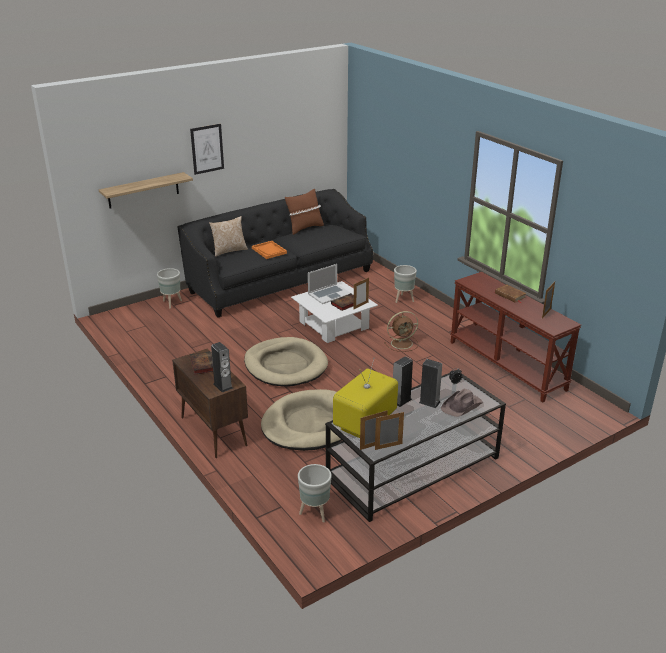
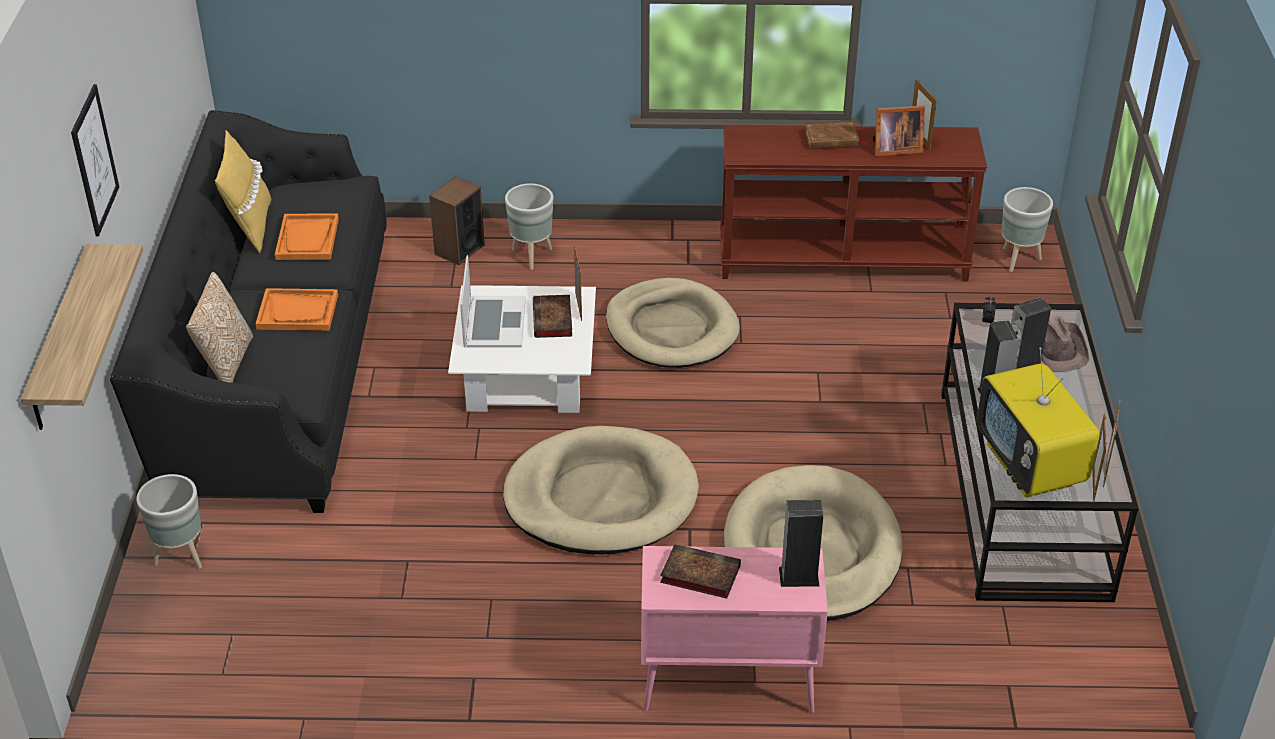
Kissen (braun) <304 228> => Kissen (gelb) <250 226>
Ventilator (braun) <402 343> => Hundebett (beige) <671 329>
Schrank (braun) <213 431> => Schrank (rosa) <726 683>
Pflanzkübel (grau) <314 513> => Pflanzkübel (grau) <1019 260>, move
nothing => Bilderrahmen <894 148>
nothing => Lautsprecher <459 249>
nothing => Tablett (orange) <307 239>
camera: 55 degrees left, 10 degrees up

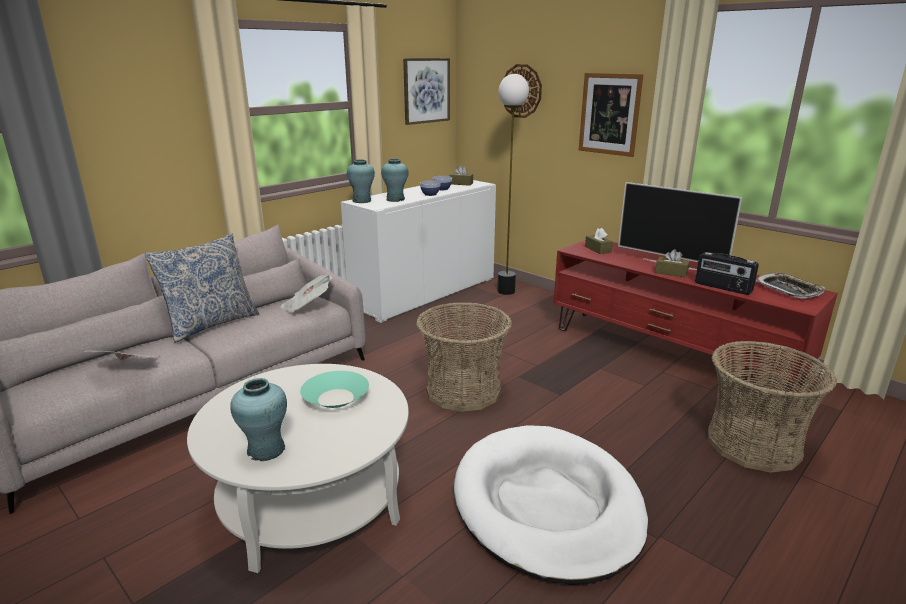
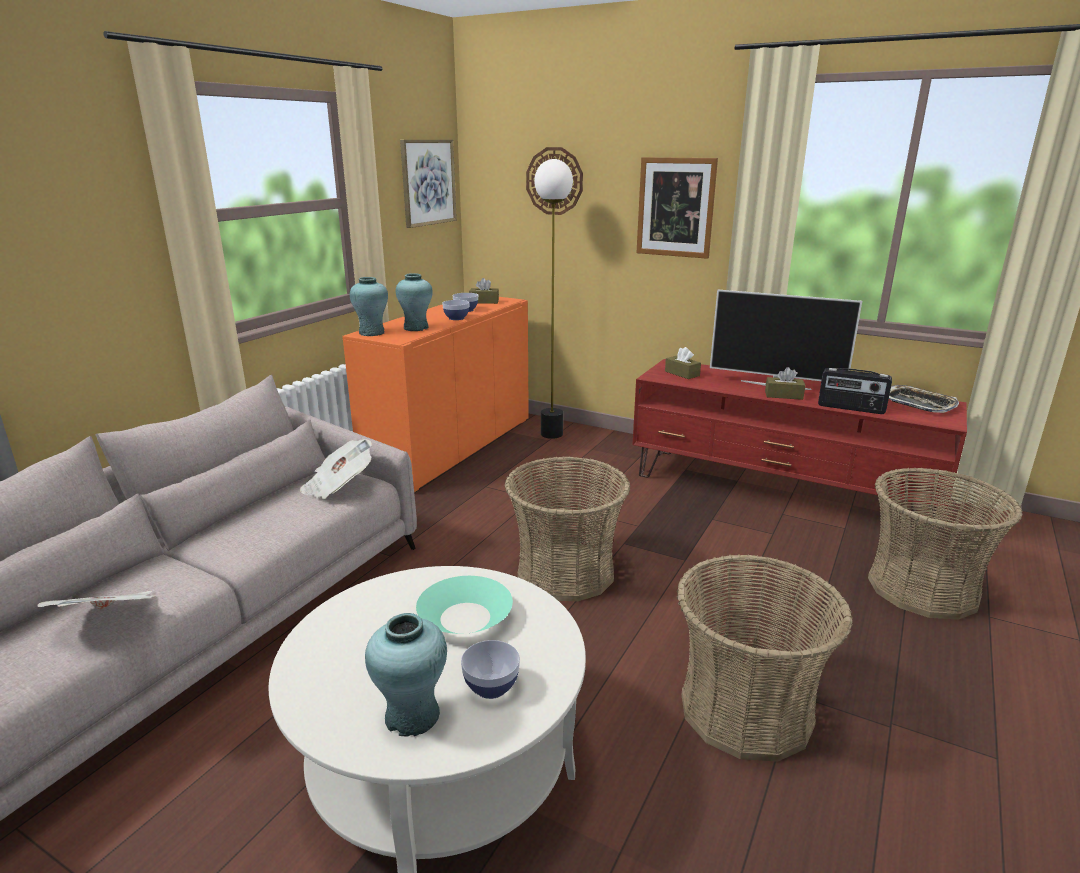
Schrank (weiß) <425 293> => Schrank (orange) <451 447>
Kissen <211 324> => nothing
Hundebett (weiß) <547 505> => Korb <746 710>
nothing => Schüssel <491 687>
camera: 15 degrees left, 0 degrees up

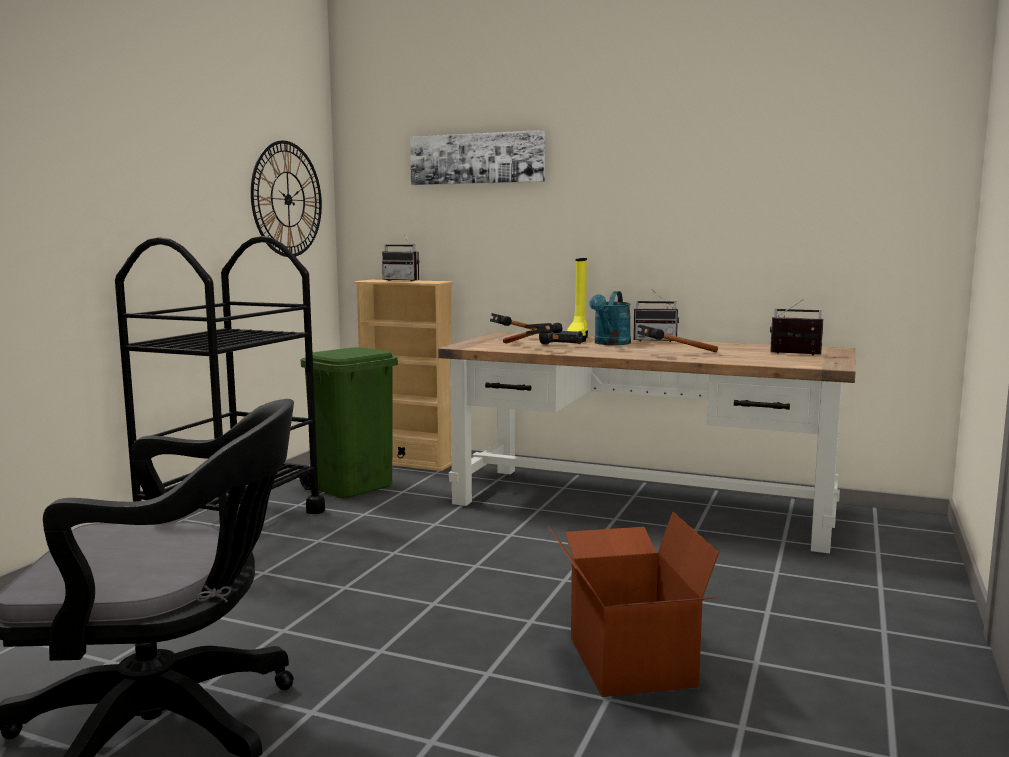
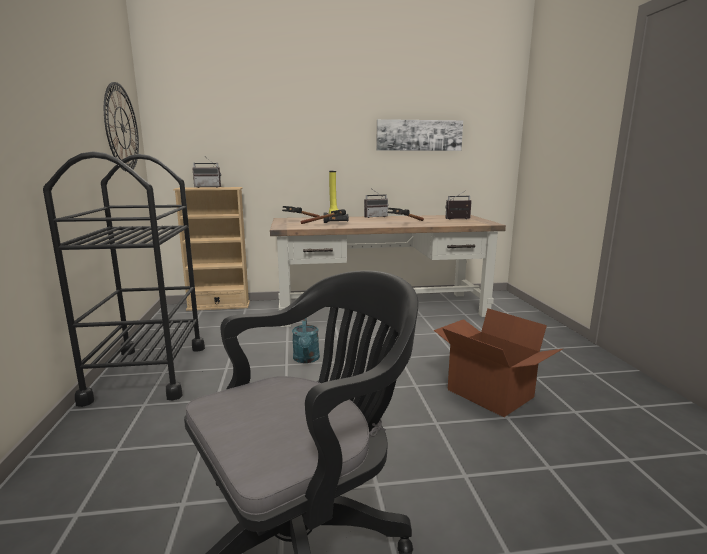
Bild <477 159> => Bild <419 135>, move
Gießkanne (türkis) <610 343> => Gießkanne (türkis) <306 359>, move
Mülleimer (grün) <353 486> => nothing
camera: 30 degrees left, 5 degrees up

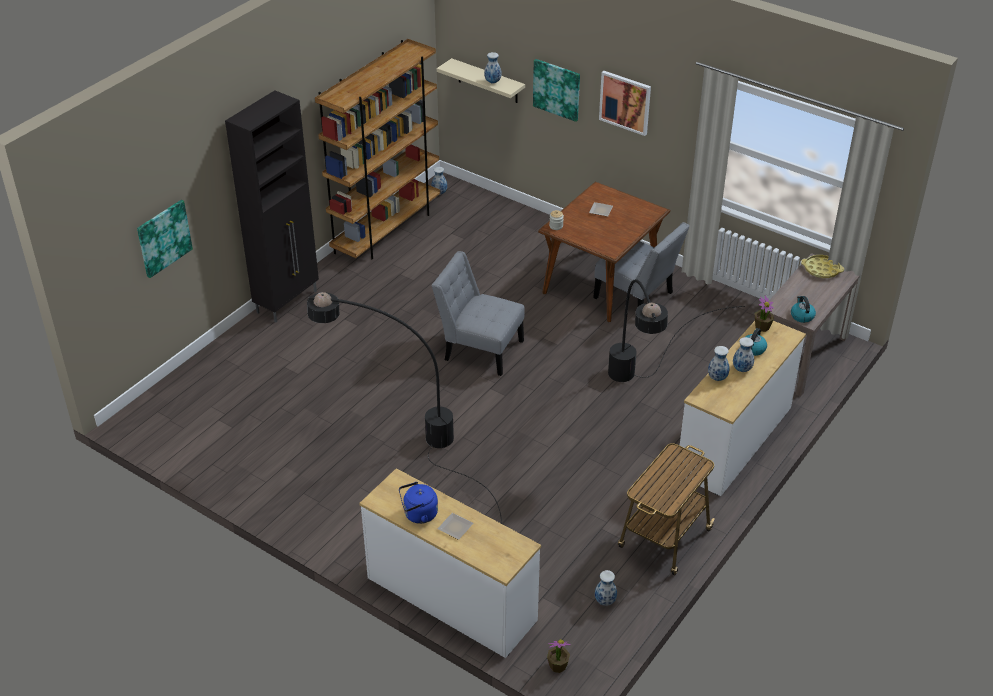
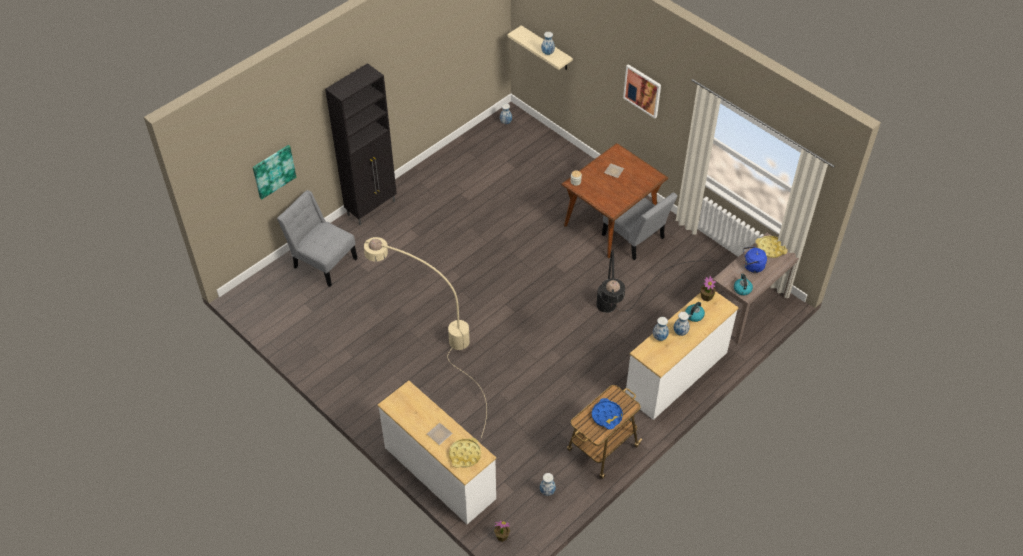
Bücherregal (braun) <386 230> => nothing
Bild <557 89> => nothing
Stuhl (grau) <479 349> => Stuhl (grau) <322 261>, move
Stehlampe (schwarz) <404 448> => Stehlampe (beige) <432 346>
Wasserkessel (blau) <418 515> => Wasserkessel (blau) <752 266>, move
nothing => Tablett (blau) <607 416>
nothing => Tablett (gelb) <465 455>
camera: 10 degrees right, 10 degrees up

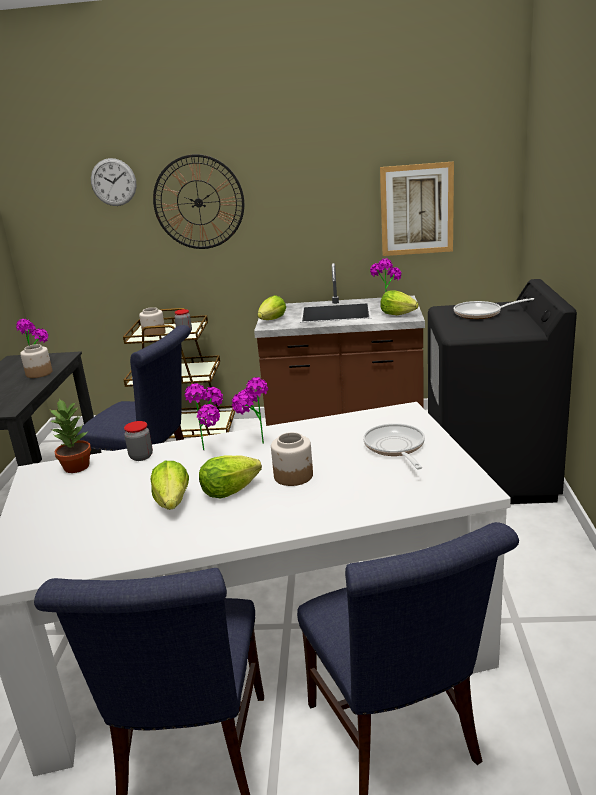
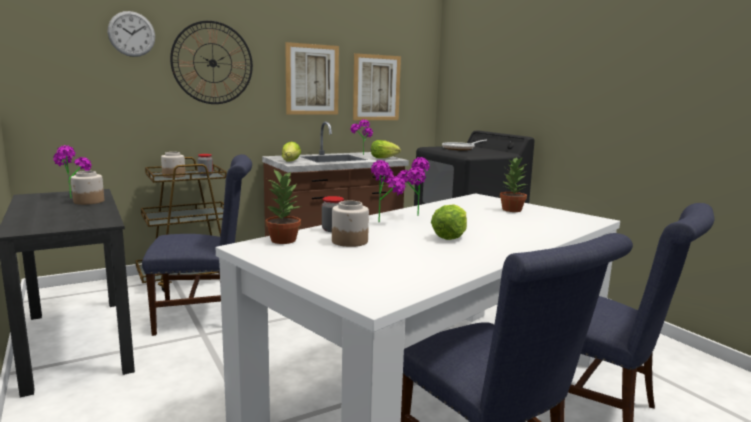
Pfanne <395 448> => Topfpflanze <511 210>
Vorratsglas <294 476> => Vorratsglas <350 241>, move
Salatkopf <173 502> => nothing
nothing => Bild <312 79>
camera: 35 degrees left, 10 degrees down

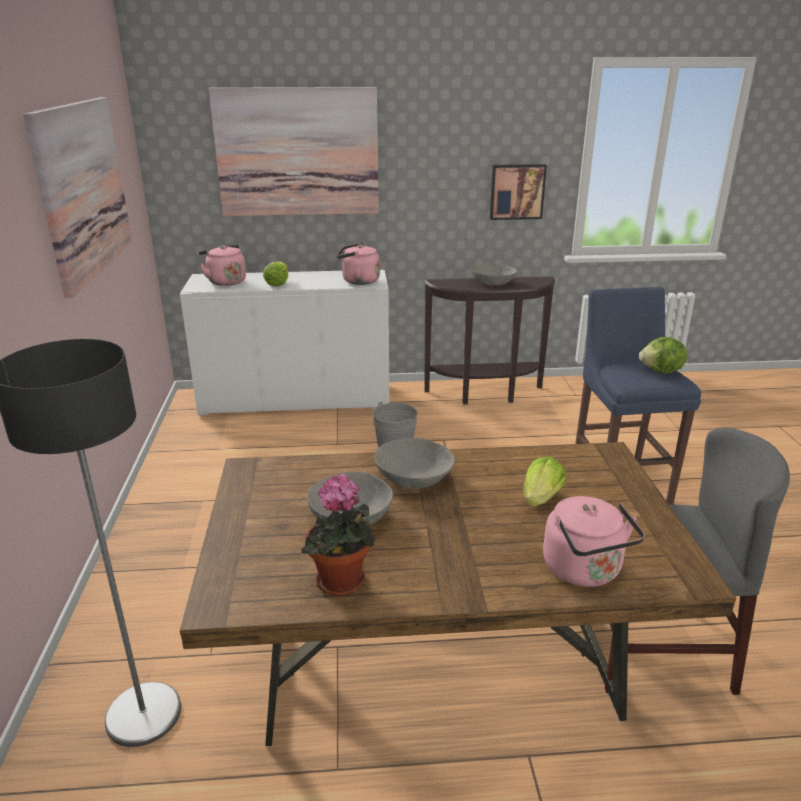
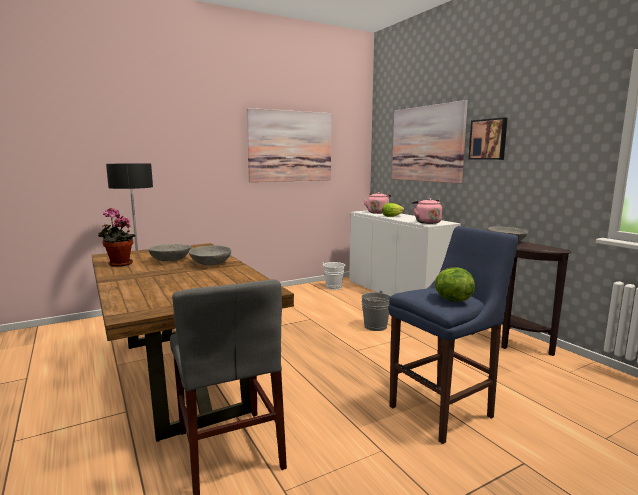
Bild <516 191> => Bild <488 139>, move
Salatkopf <541 498> => nothing
Wasserkessel (rosa) <585 571> => nothing
nothing => Eimer (weiß) <334 286>
camera: 65 degrees right, 15 degrees down

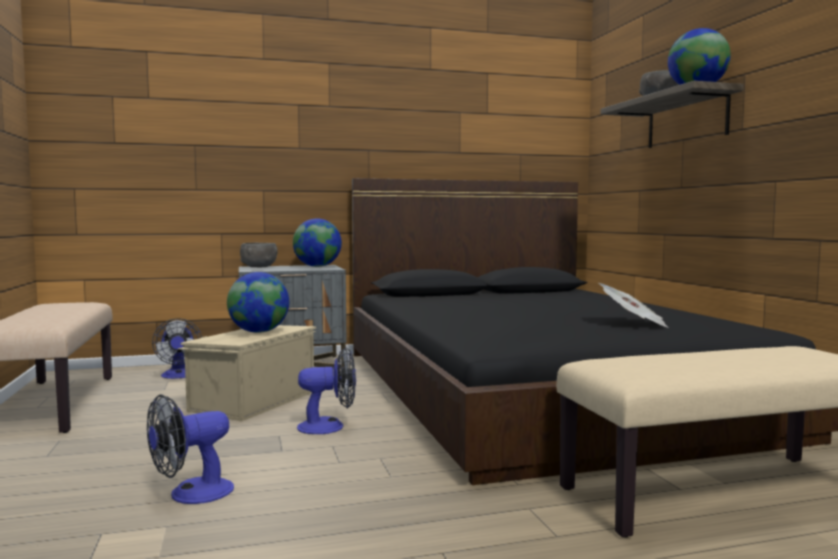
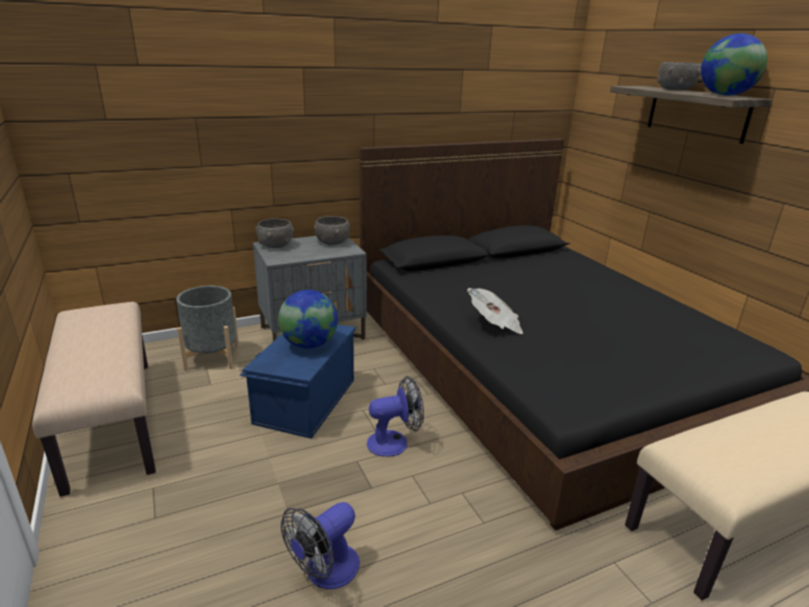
Globus <317 266> => Schüssel (grau) <332 242>
Zeitung <634 324> => Zeitung <494 324>, move
Ventilator <179 376> => Pflanzkübel (grau) <212 357>
Aufbewahrungsbox (beige) <251 401> => Aufbewahrungsbox (blau) <304 401>
camera: 10 degrees left, 20 degrees up

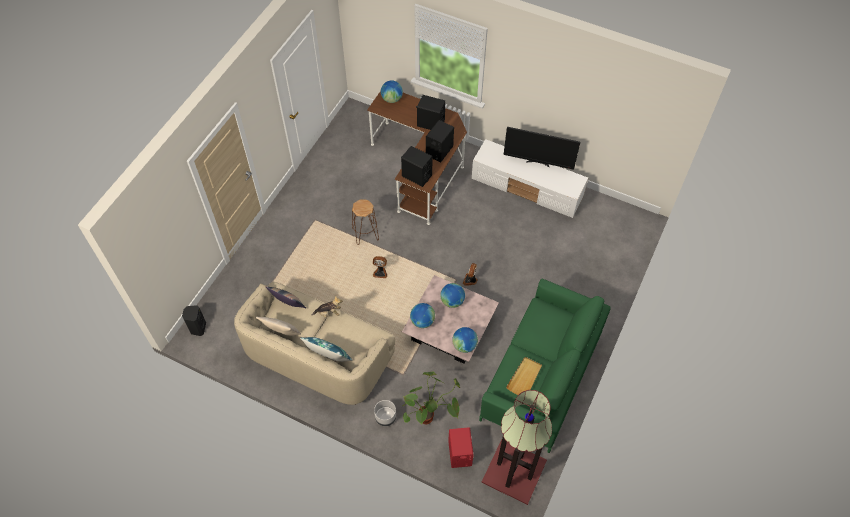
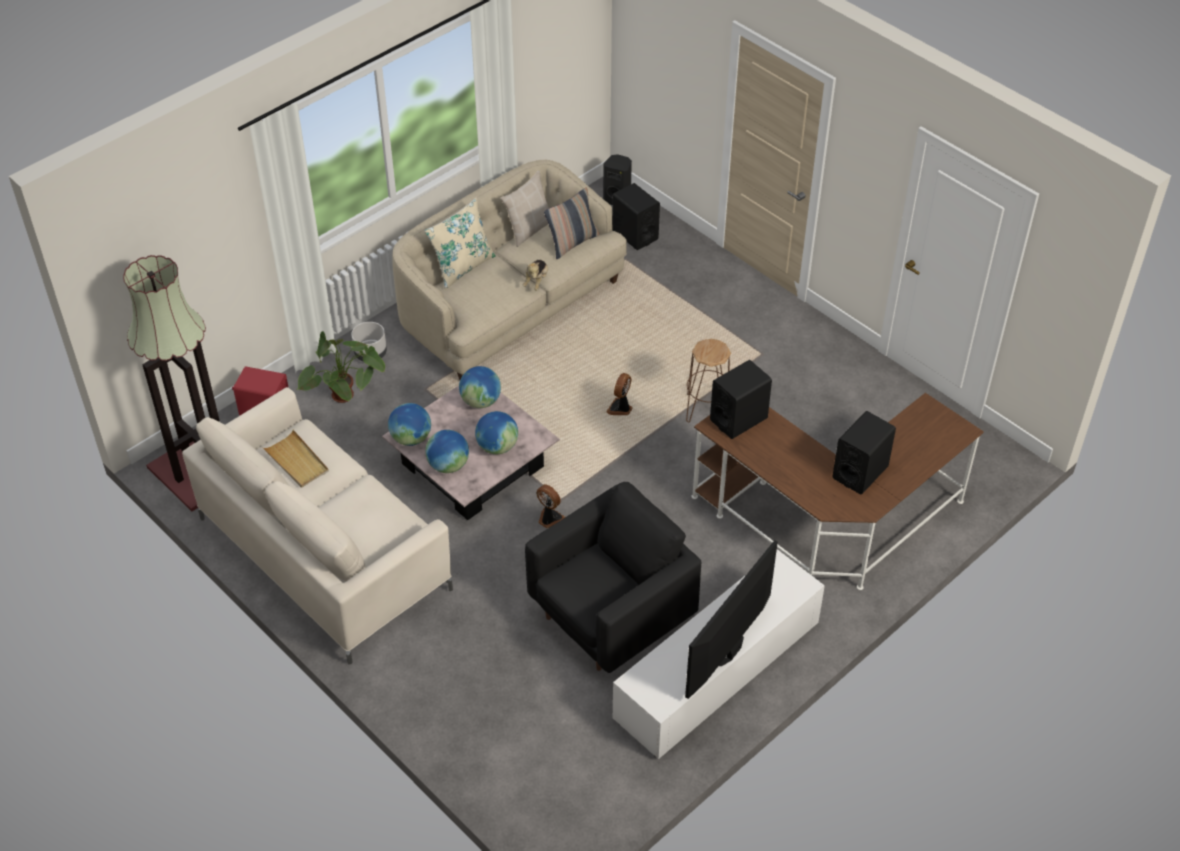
Globus <392 99> => Globus <448 465>, move
Lautsprecher (schwarz) <439 151> => Lautsprecher (schwarz) <634 235>, move
Sofa (grün) <541 376> => Sofa (beige) <324 553>
Kissen (blau) <328 358> => Kissen (beige) <462 267>
nothing => Sessel (schwarz) <611 618>
camera: 110 degrees right, 10 degrees down

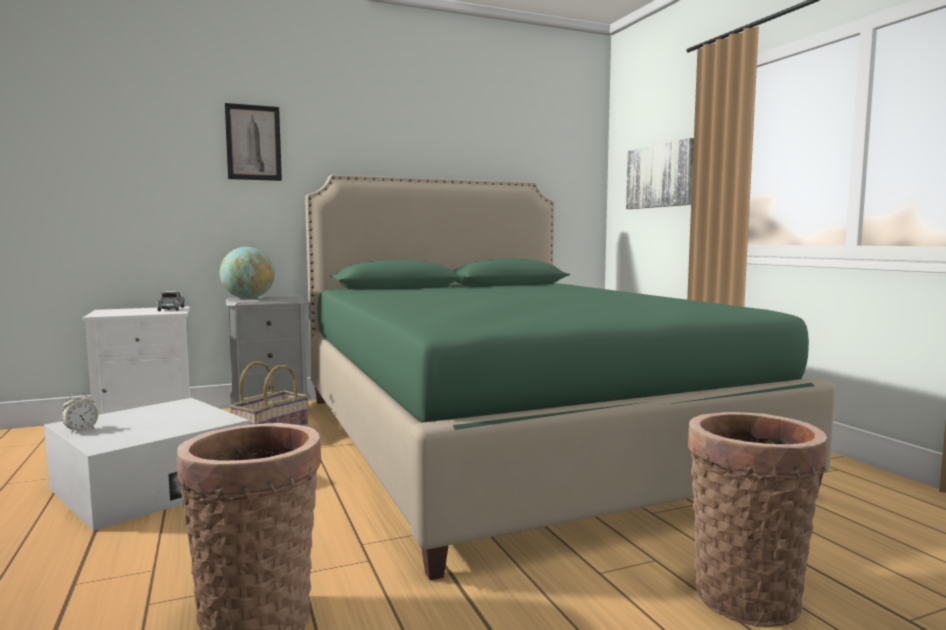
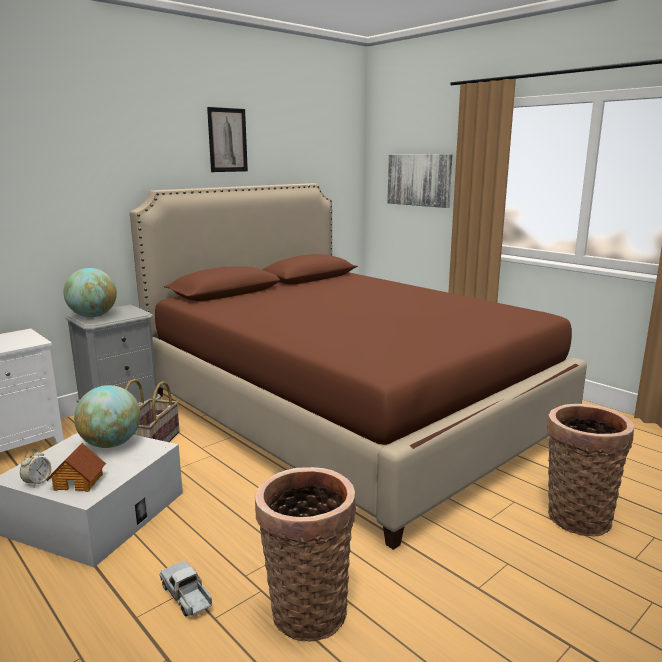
Bild <253 142> => Bild <227 140>, move
Bett (grün) <509 439> => Bett (braun) <346 413>
Spielzeuglaster <170 309> => Spielzeuglaster <187 596>, move
nothing => Globus <111 444>
nothing => Spielzeughaus <79 481>
camera: 20 degrees left, 10 degrees up

